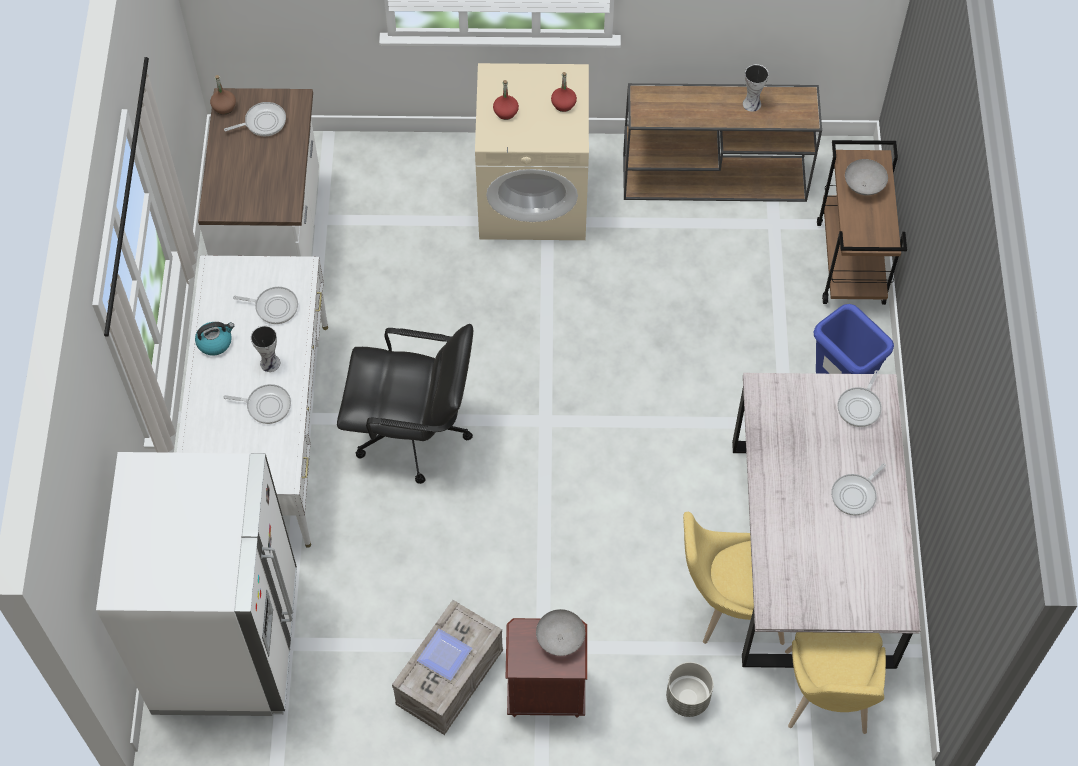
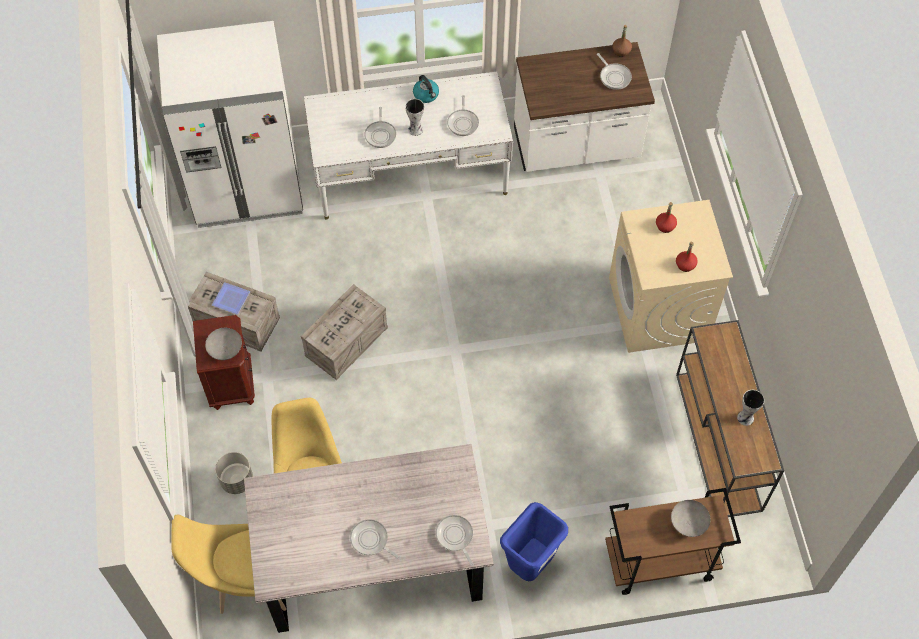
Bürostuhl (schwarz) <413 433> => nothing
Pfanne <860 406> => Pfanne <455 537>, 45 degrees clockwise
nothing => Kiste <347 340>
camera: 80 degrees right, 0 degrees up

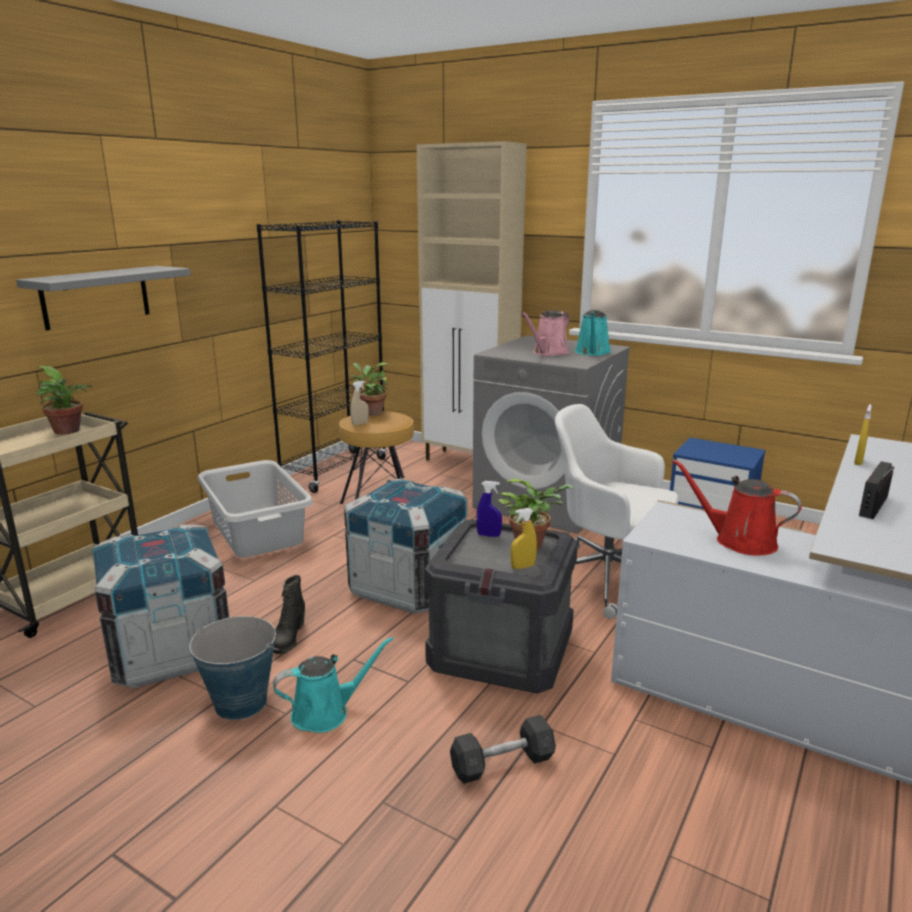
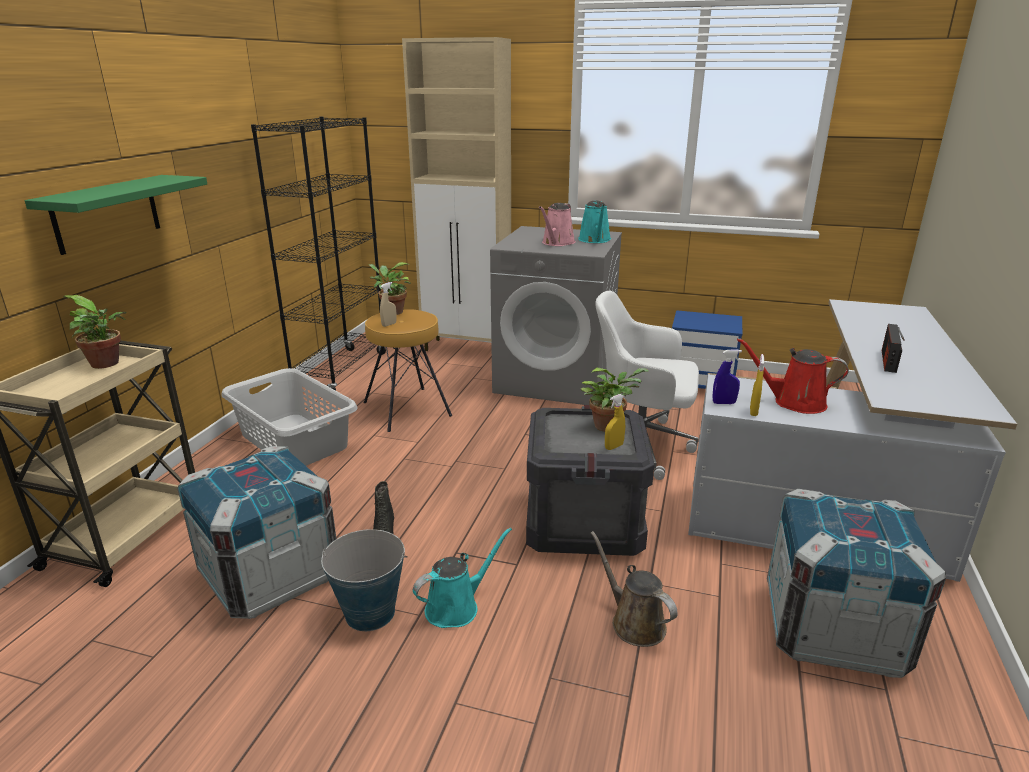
Wandregal (grau) <96 297> => Wandregal (grün) <107 213>
Sprühflasche (gelb) <858 462> => Sprühflasche (gelb) <753 411>, move
Kiste <408 587> => Kiste <833 629>, move
Sprühflasche (blau) <488 535> => Sprühflasche (blau) <724 403>, move
Hantel (grau) <502 763> => Gießkanne (braun) <634 622>
camera: 15 degrees left, 5 degrees up

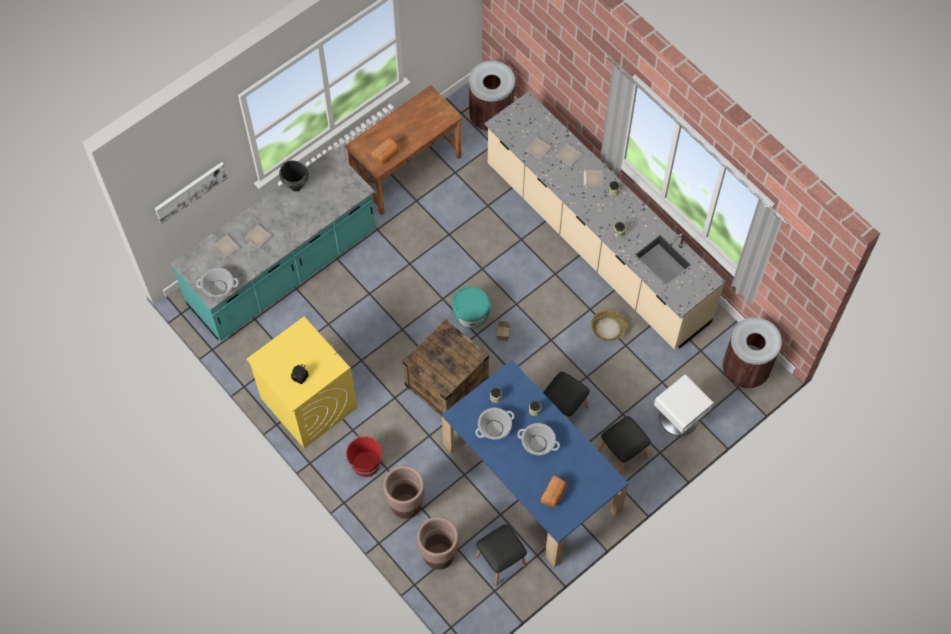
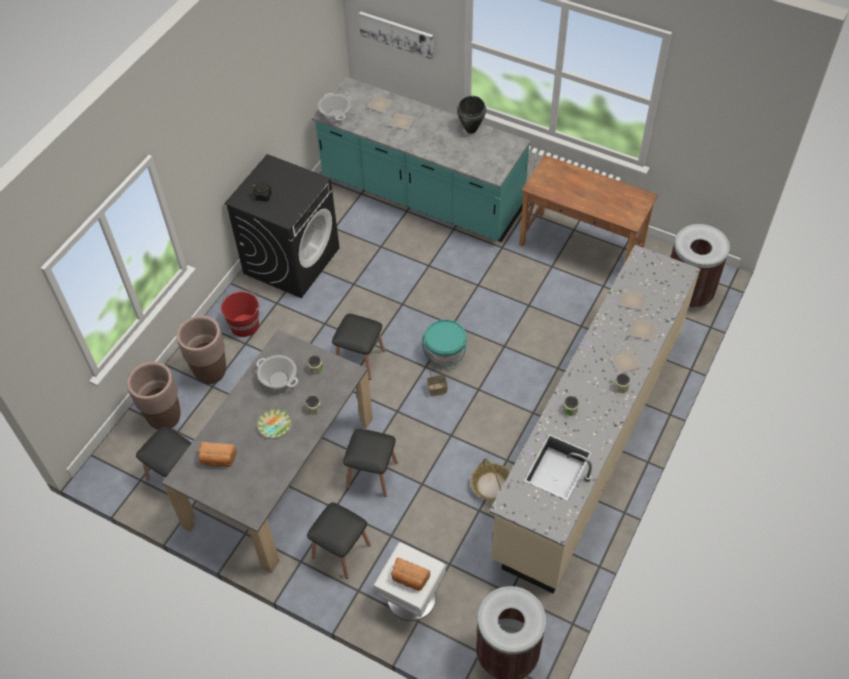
Brot <386 155> => Brot <409 579>, move
Waschmaschine (gelb) <308 402> => Waschmaschine (schwarz) <291 260>
Kiste <446 382> => Hocker (schwarz) <360 359>
Esstisch (blau) <532 477> => Esstisch (grau) <281 471>
Kochtopf <538 443> => Teller <275 425>
camera: 70 degrees right, 10 degrees down

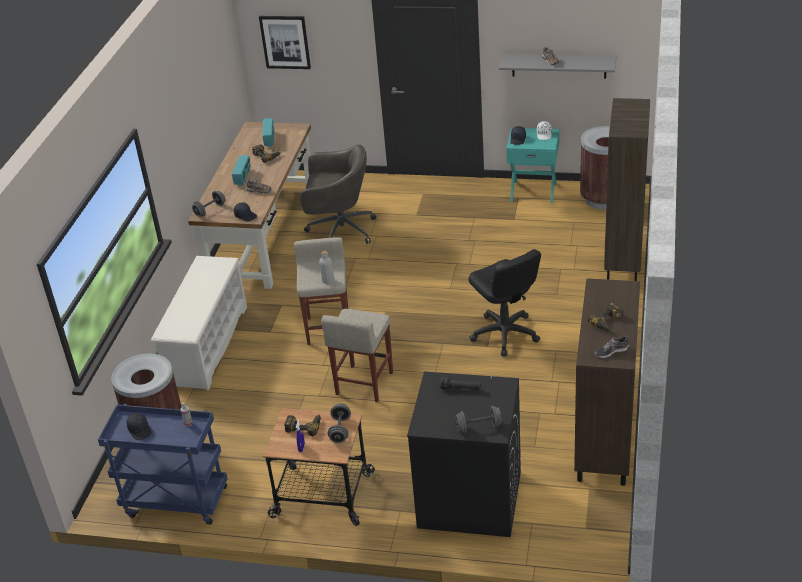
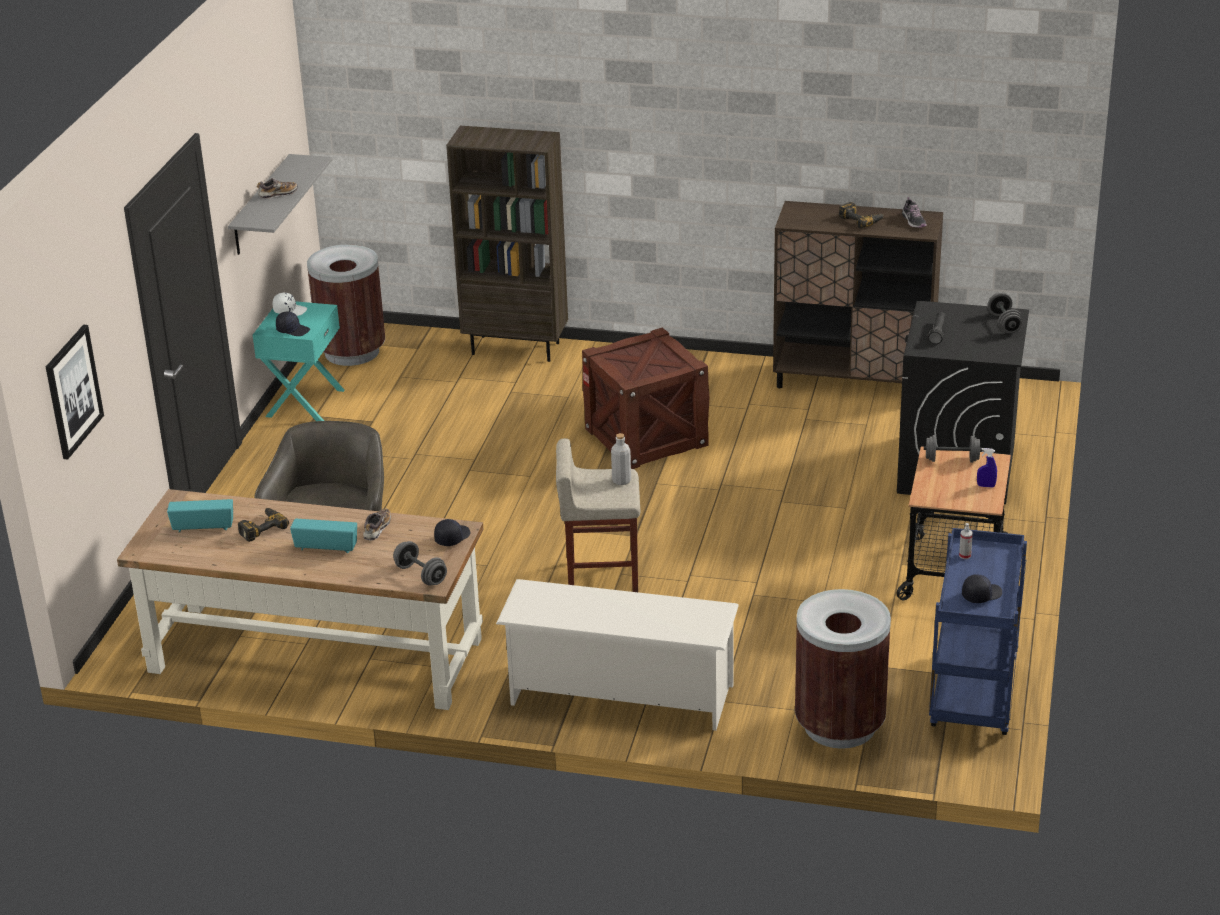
Bürostuhl (schwarz) <504 334> => Kiste <646 437>
Hocker (beige) <364 384> => nothing
Bohrmaschine <304 426> => nothing
camera: 90 degrees left, 5 degrees down

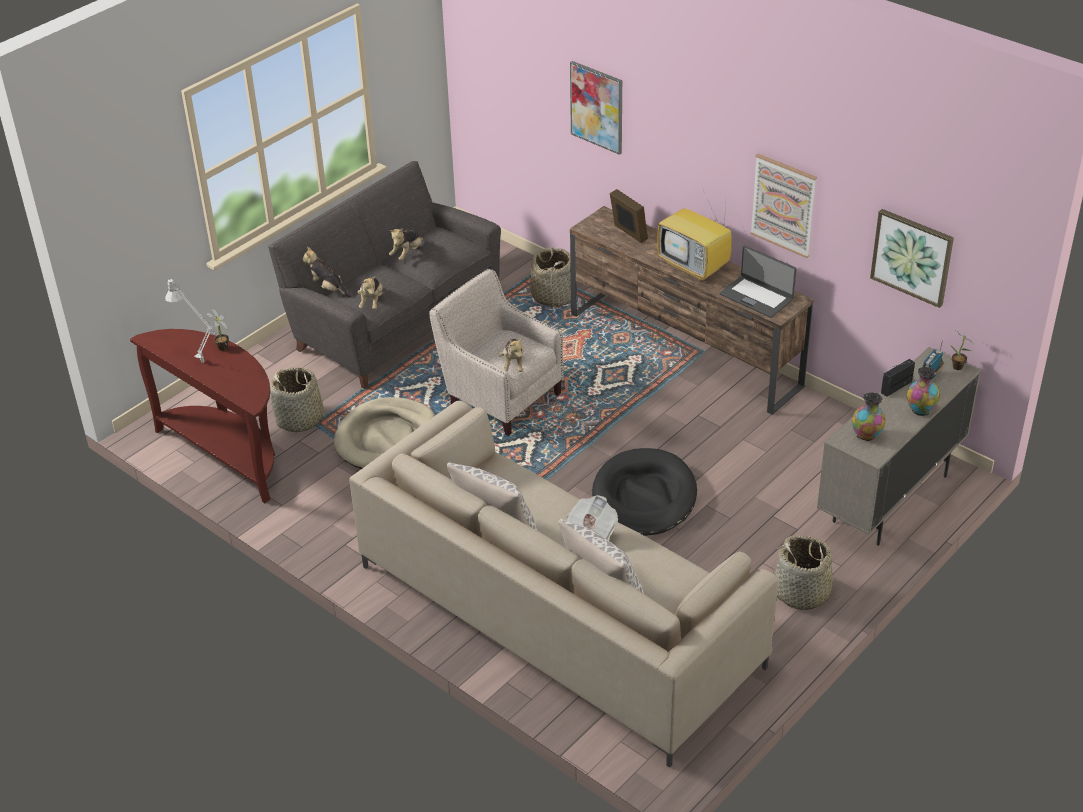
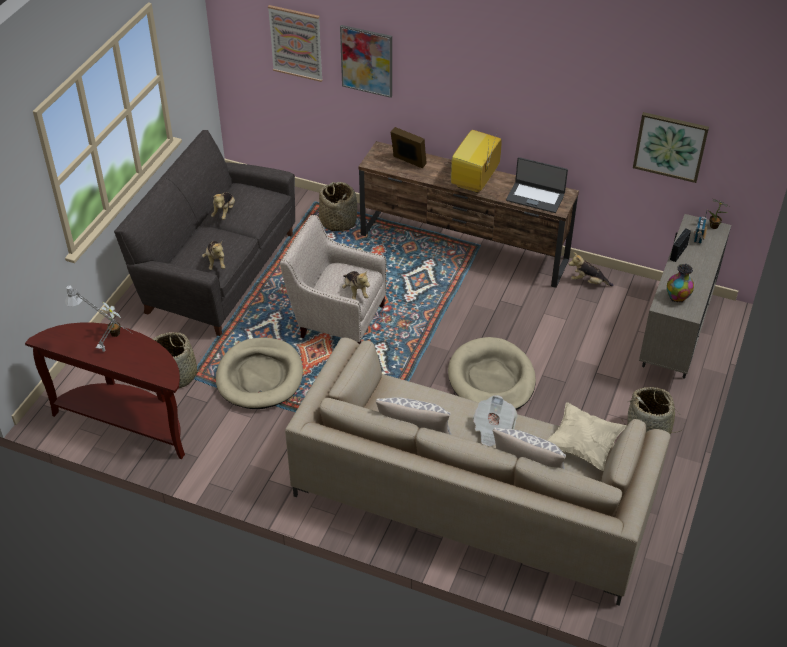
Bild <783 205> => Bild <296 43>, move
Fernseher <695 267> => Fernseher <475 181>, 90 degrees clockwise
Plüschtier <328 288> => Plüschtier <588 282>, move
Vase <920 410> => nothing
Hundebett (schwarz) <644 497> => Hundebett (beige) <491 379>
nothing => Kissen (beige) <582 445>
camera: 20 degrees left, 5 degrees up

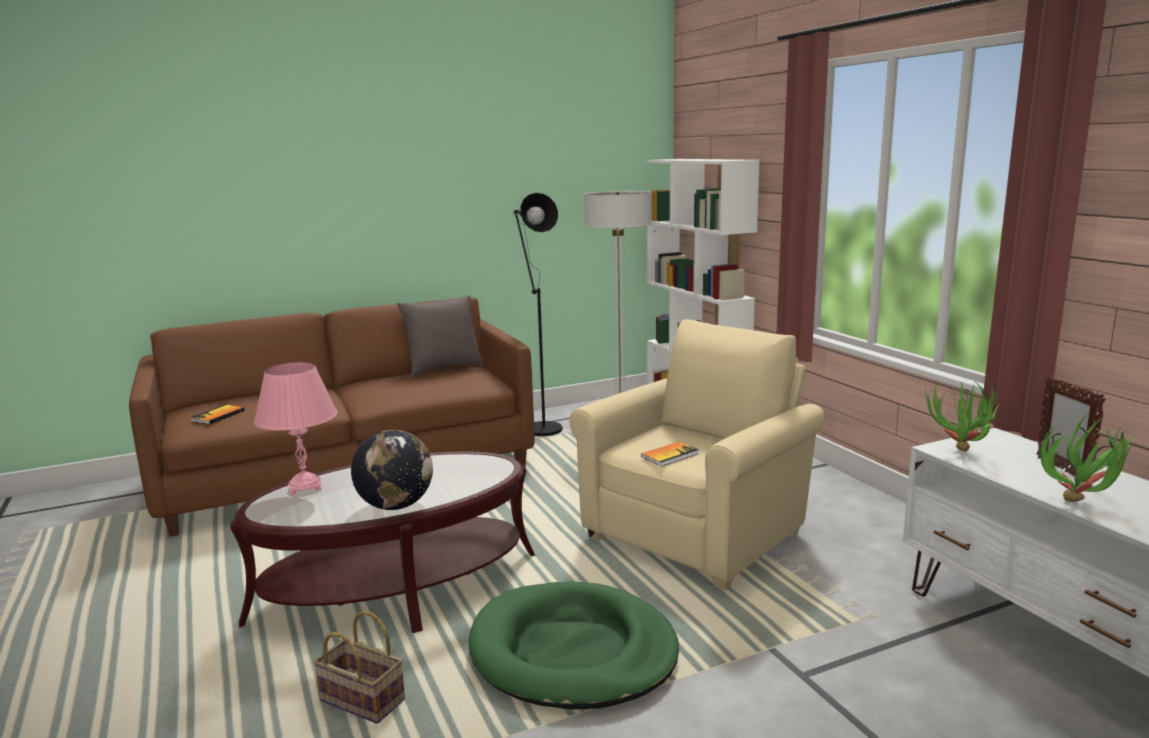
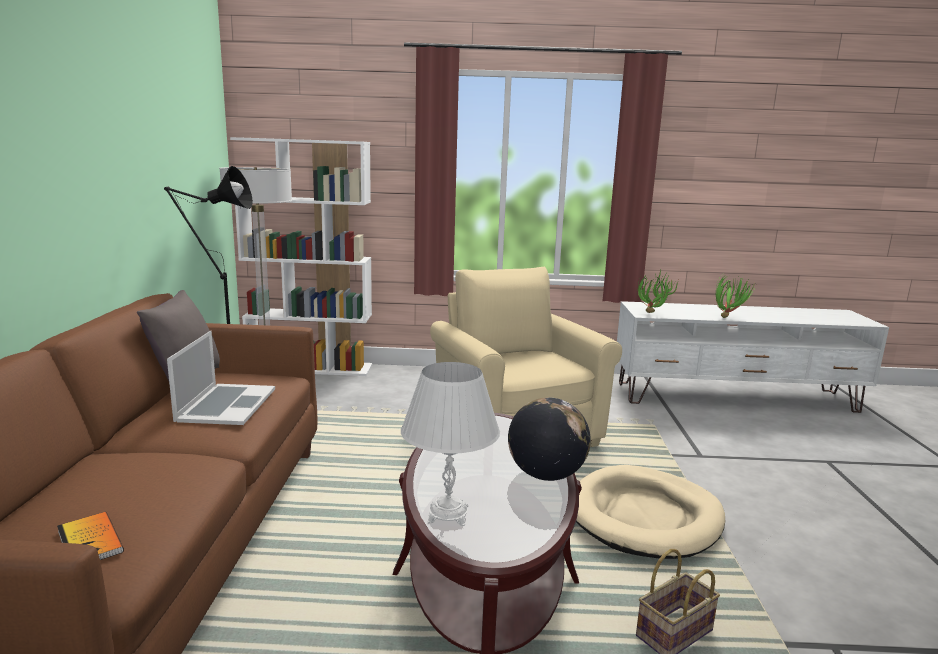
Tischlampe (rosa) <305 487> => Tischlampe (weiß) <448 514>
Bilderrahmen <1062 470> => nothing
Buch <670 455> => nothing
Hundebett (grün) <572 652> => Hundebett (beige) <645 517>
nothing => Laptop <226 404>
camera: 65 degrees left, 0 degrees up

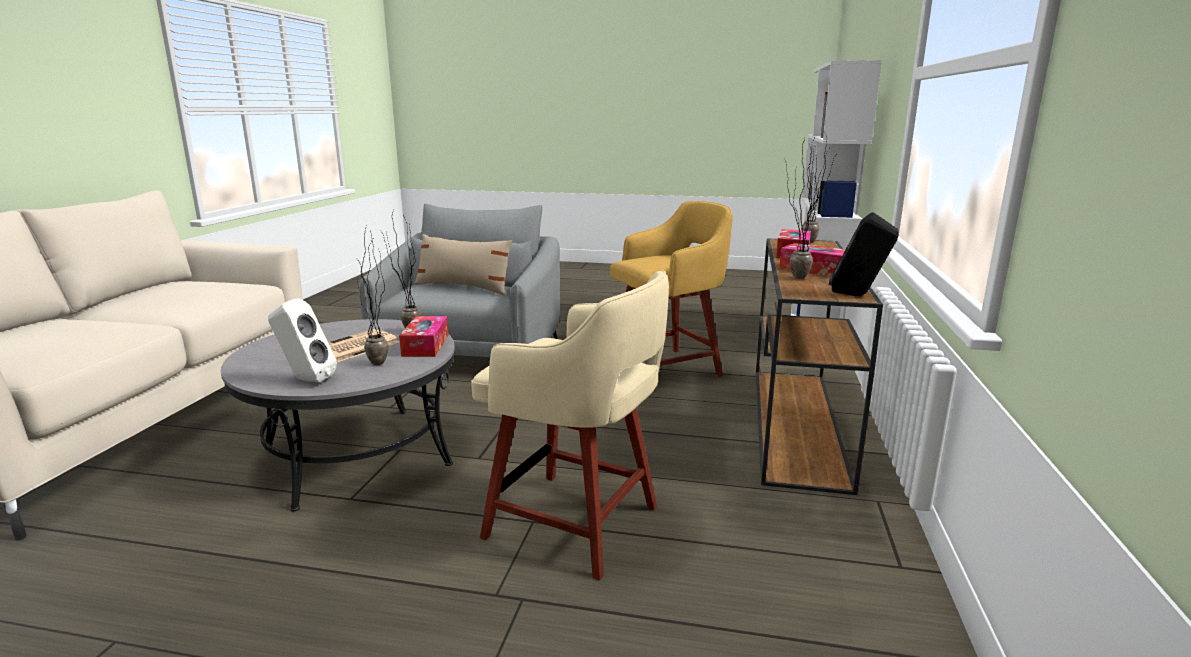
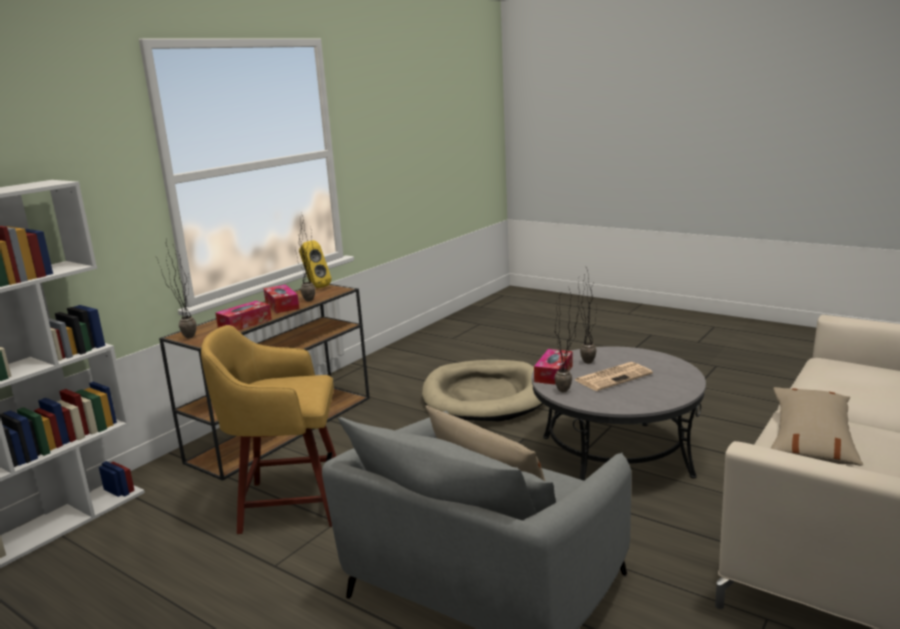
Lautsprecher (schwarz) <858 295> => Lautsprecher (gelb) <315 287>
Hocker (beige) <576 524> => Hundebett (beige) <485 396>
Lautsprecher (weiß) <305 380> => nothing
nothing => Kissen (beige) <811 438>
camera: 155 degrees left, 0 degrees up

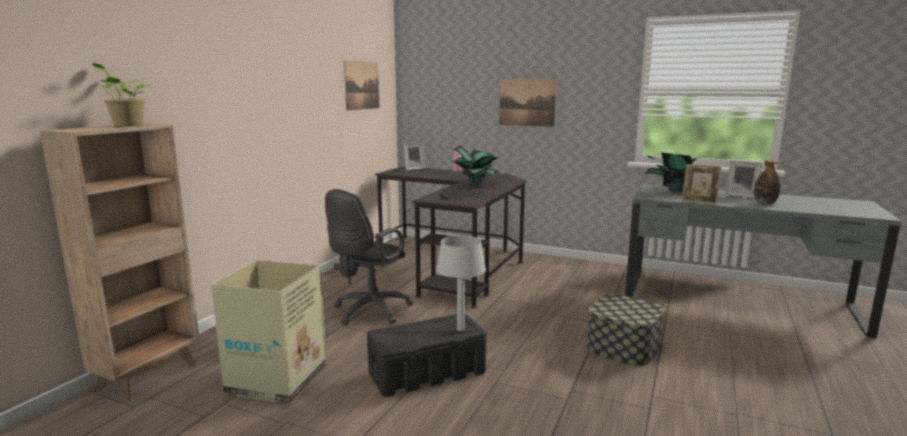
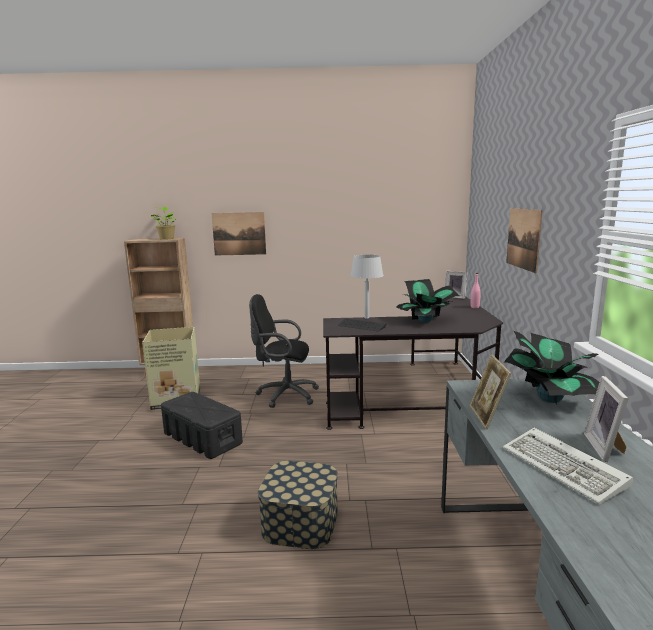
Bild <362 85> => Bild <239 233>, move
Flasche <764 203> => Tastatur <565 469>
Tischlampe (grau) <461 329> => Tischlampe (grau) <367 317>, move
camera: 65 degrees right, 0 degrees up

